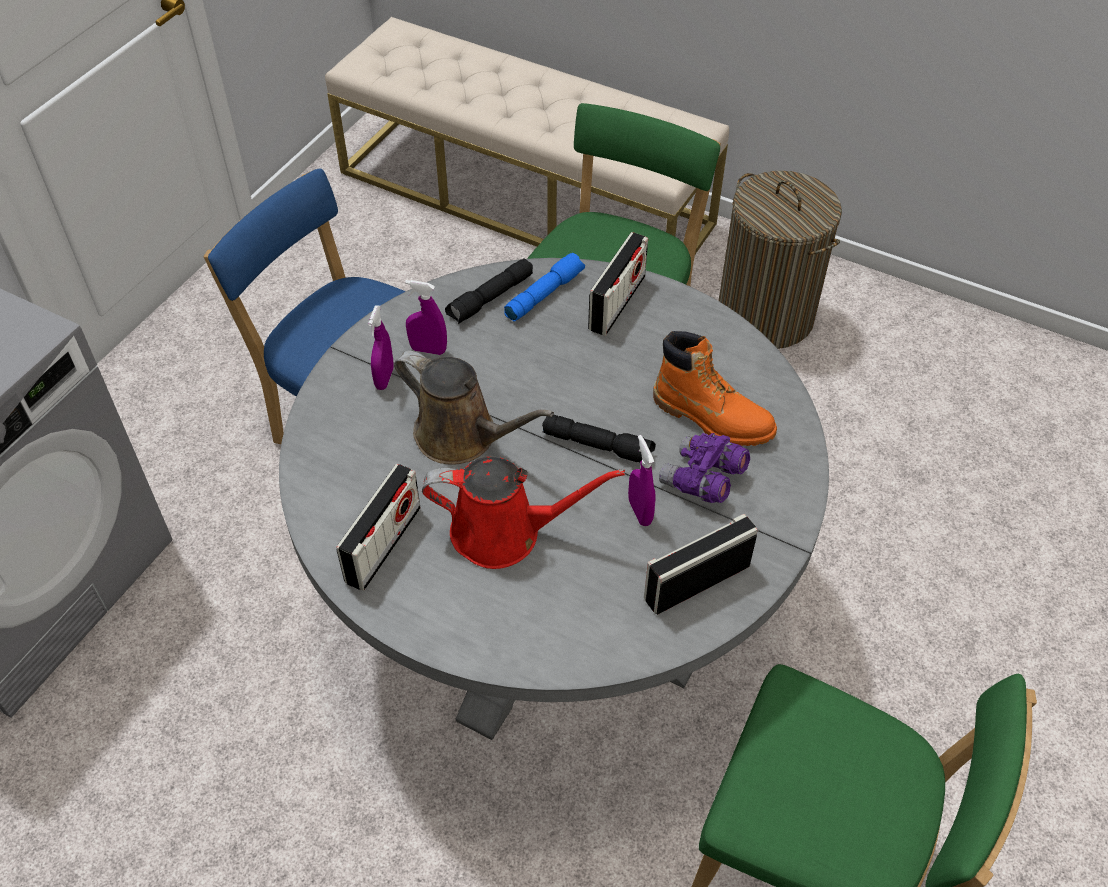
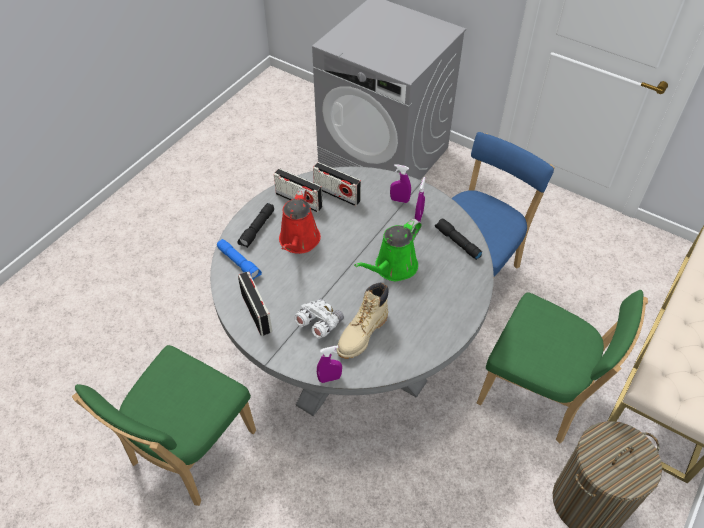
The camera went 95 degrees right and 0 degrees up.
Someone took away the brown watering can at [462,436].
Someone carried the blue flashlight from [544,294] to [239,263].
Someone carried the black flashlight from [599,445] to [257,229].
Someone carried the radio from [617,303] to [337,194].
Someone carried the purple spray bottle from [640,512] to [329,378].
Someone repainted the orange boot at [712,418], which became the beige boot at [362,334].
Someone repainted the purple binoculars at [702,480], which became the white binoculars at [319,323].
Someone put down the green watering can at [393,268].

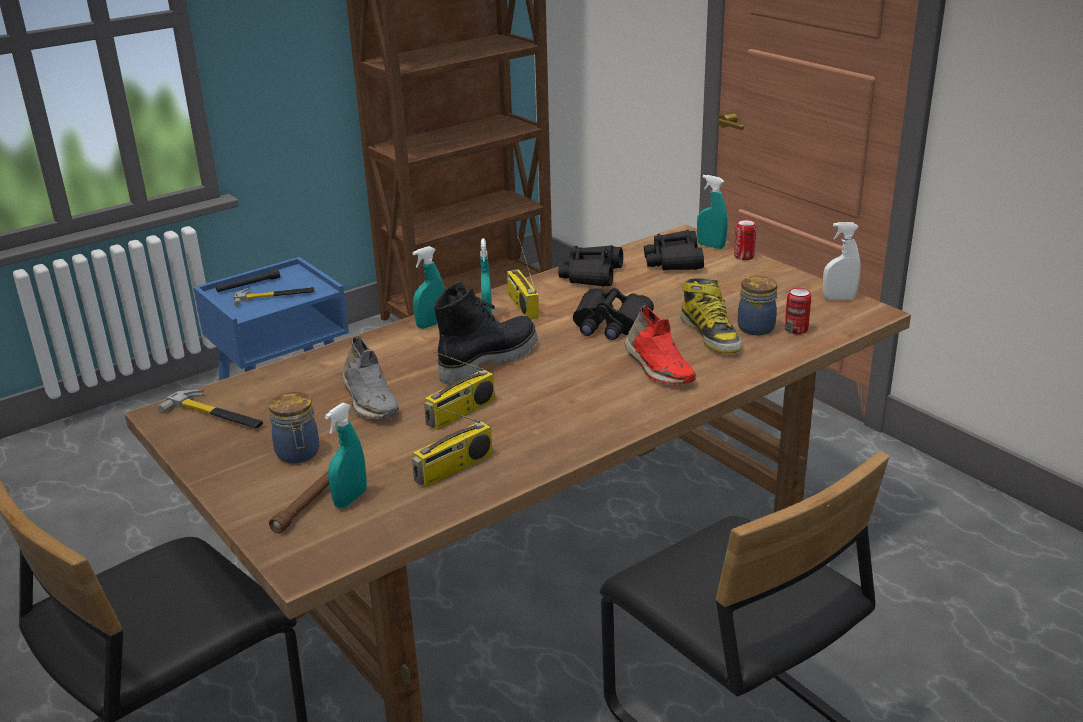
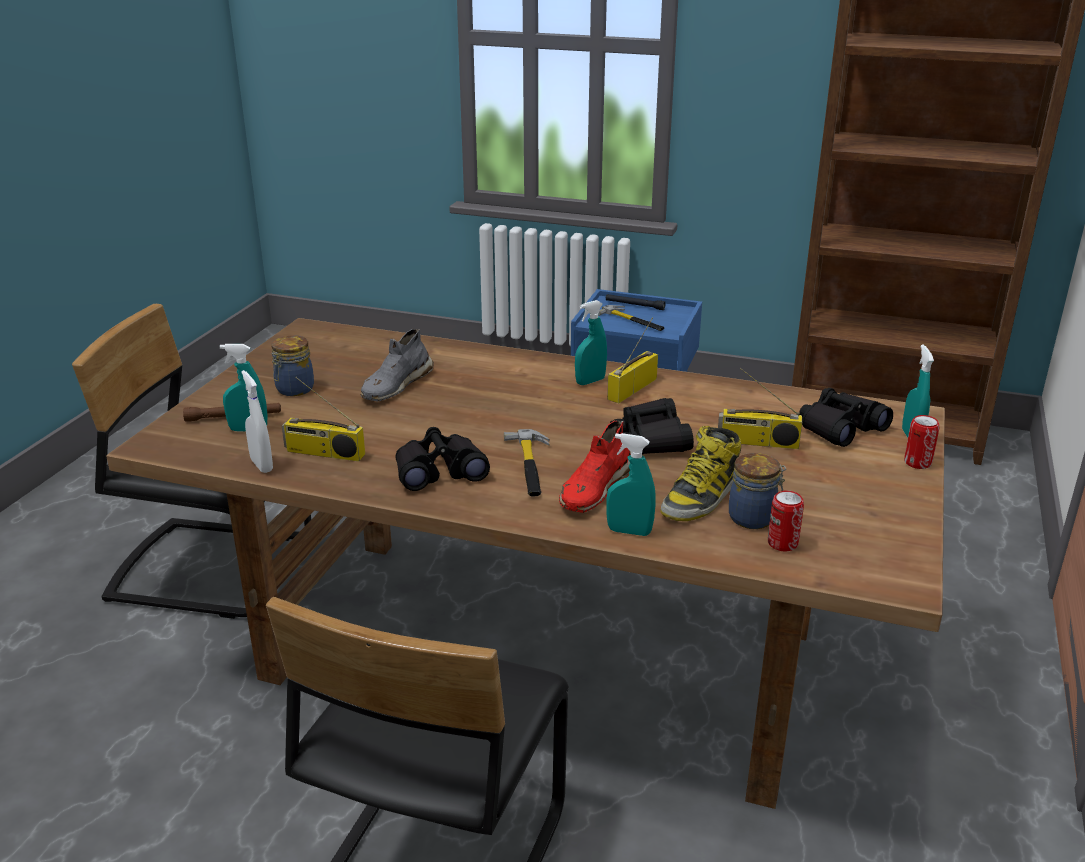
The camera went 55 degrees right and 0 degrees up.
Someone carried the hammer from [216,415] to [530,466].
Someone carried the turquoise spray bottle from [431,324] to [629,531].
Someone carried the radio from [461,413] to [757,442].
Someone took away the black boot at [487,360].
Someone carried the black binoculars from [591,275] to [439,472].
Someone carried the white spray bottle from [839,298] to [261,465].

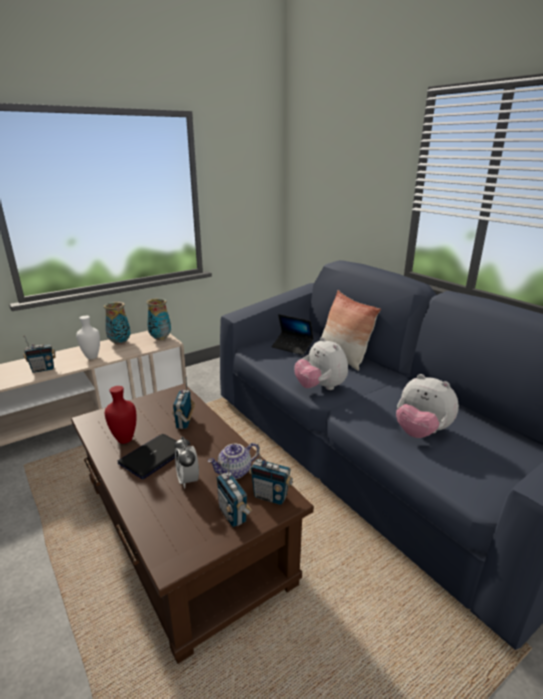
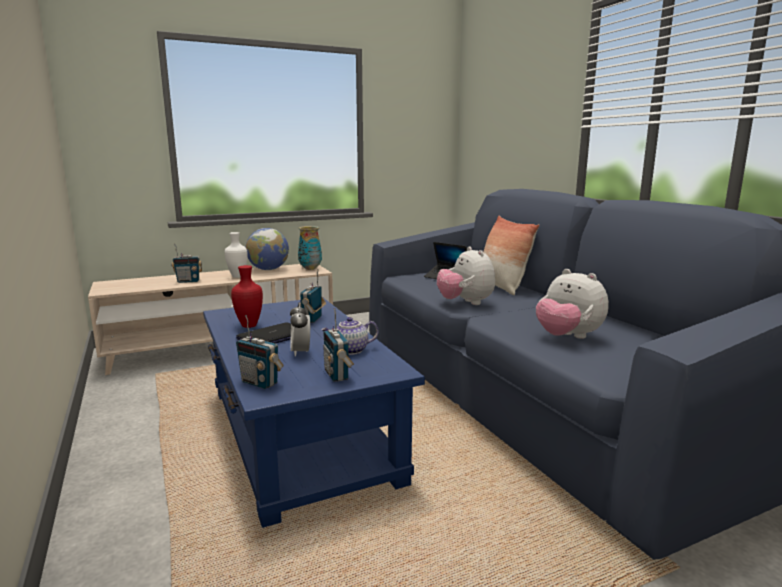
The camera went 10 degrees right and 10 degrees down.
Someone repainted the brown coffee table at [183,531], which became the blue coffee table at [299,434].
Someone swapped the vase at [120,343] for the globe at [268,269].
Someone carried the radio from [270,496] to [260,383].

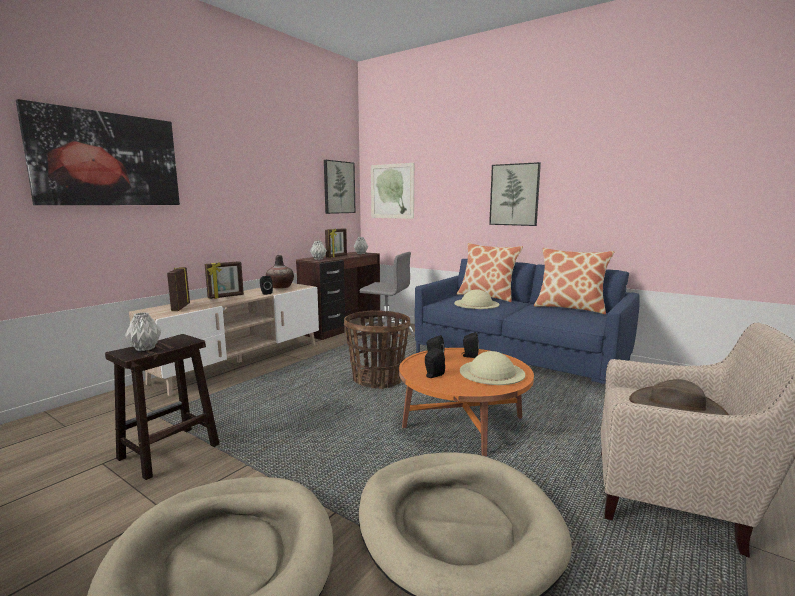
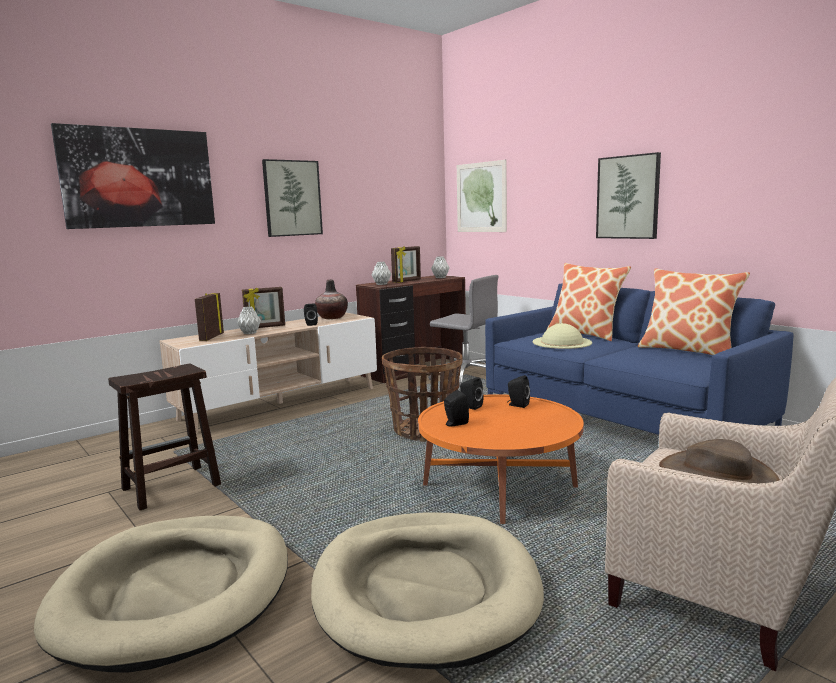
The camera went 15 degrees right and 0 degrees up.
Someone carried the grey vase from [146,348] to [250,333].
Someone carried the picture from [339,187] to [292,198].
Someone took away the beige hat at [491,372].

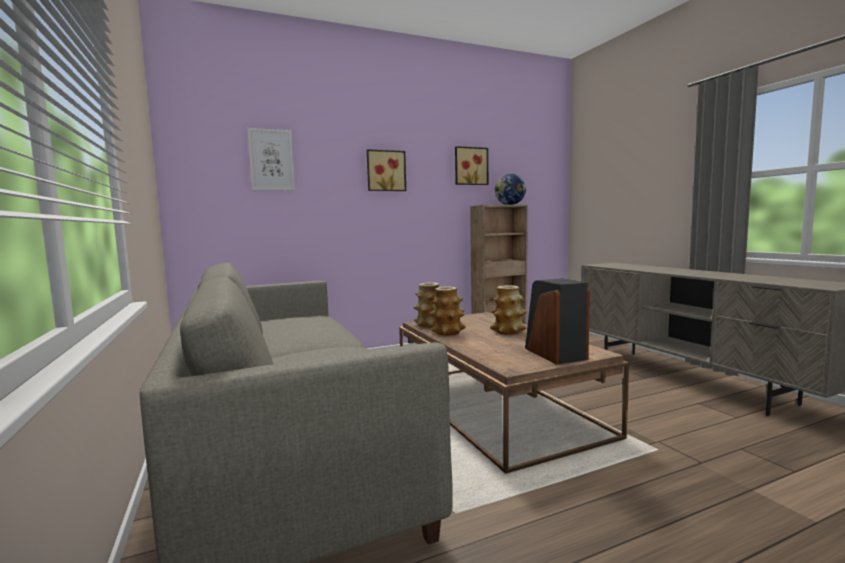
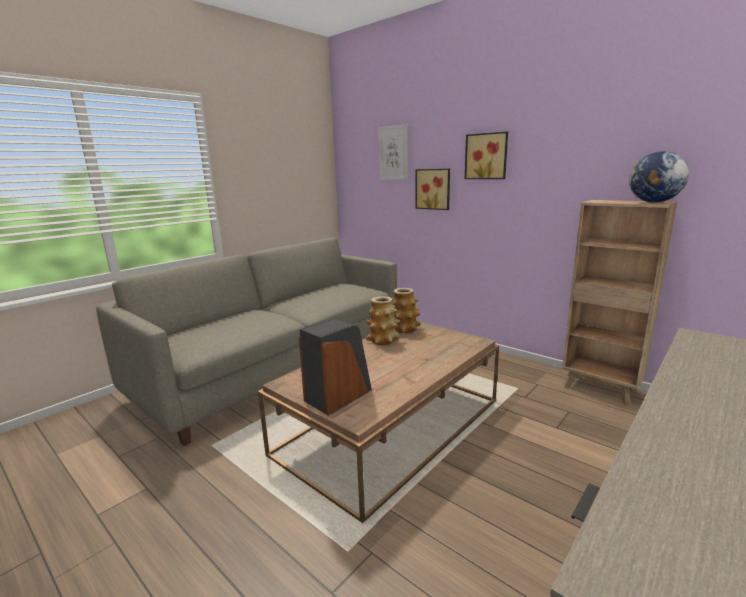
The camera went 65 degrees right and 10 degrees up.
Someone carried the picture from [470,166] to [433,189].
Someone took away the vase at [509,332].

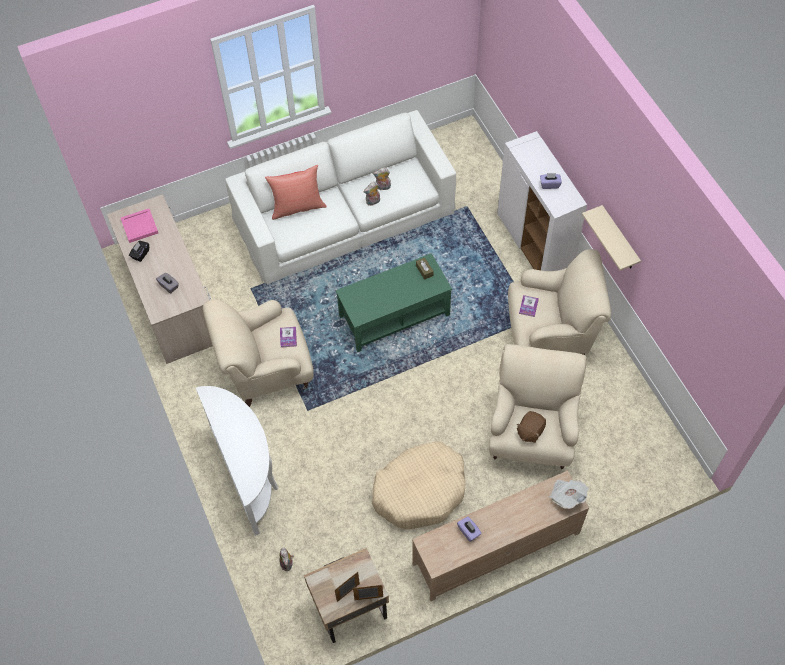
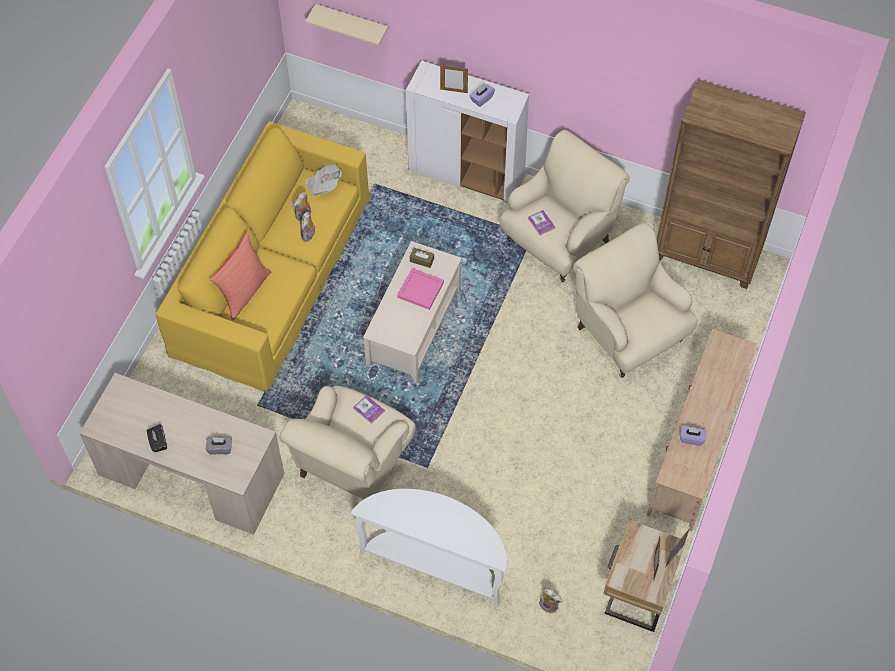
The camera went 45 degrees left and 0 degrees up.
Someone carried the pink tray from [140,226] to [420,289].
Someone repainted the white sofa at [344,214], which became the yellow sofa at [271,273].
Someone repainted the green coffee table at [394,315], which became the beige coffee table at [414,326].
Someone took away the beige dog bed at [420,490].
Someone took away the brown plush toy at [530,431].
Someone carried the newspaper from [567,496] to [323,186].
Someone carried the beige shelf from [619,240] to [352,24].
Someone put down the picture frame at [454,91].
Someone put down the brown bookcase at [707,256].

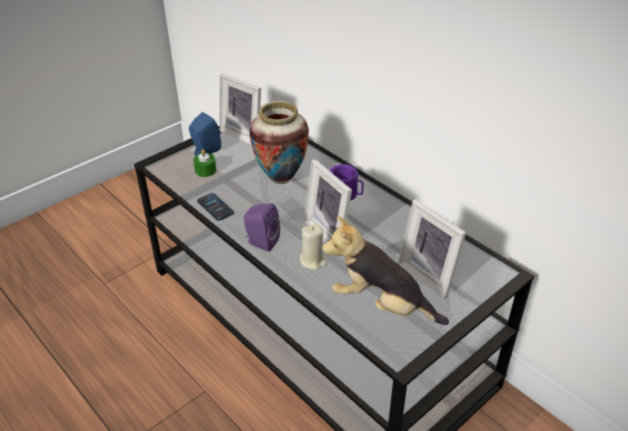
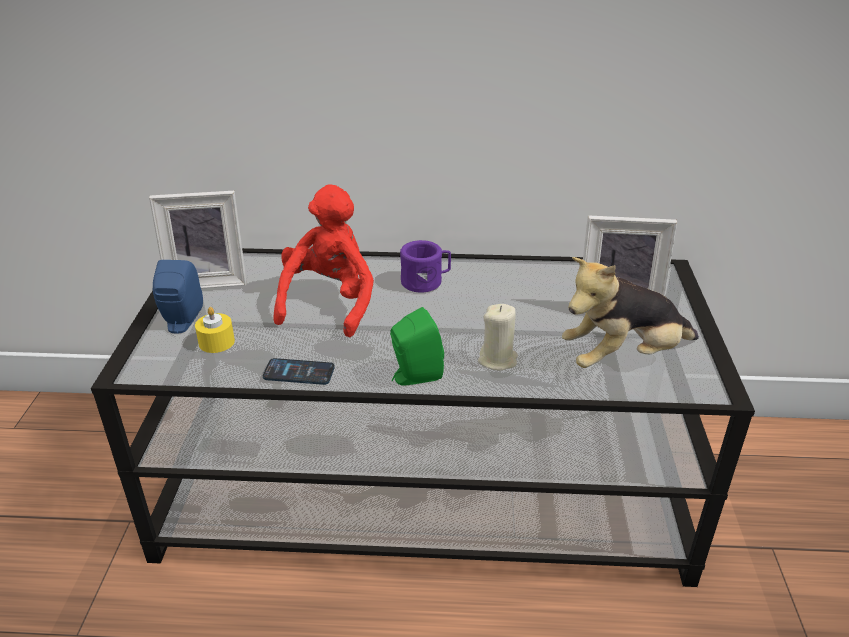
The camera went 45 degrees left and 5 degrees down.
Someone repainted the green candle at [205,170], which became the yellow candle at [216,342].
Someone repainted the purple speaker at [261,242], which became the green speaker at [414,376].
Someone swapped the vase at [281,179] for the red plush toy at [329,302].
Someone took away the picture frame at [331,232].

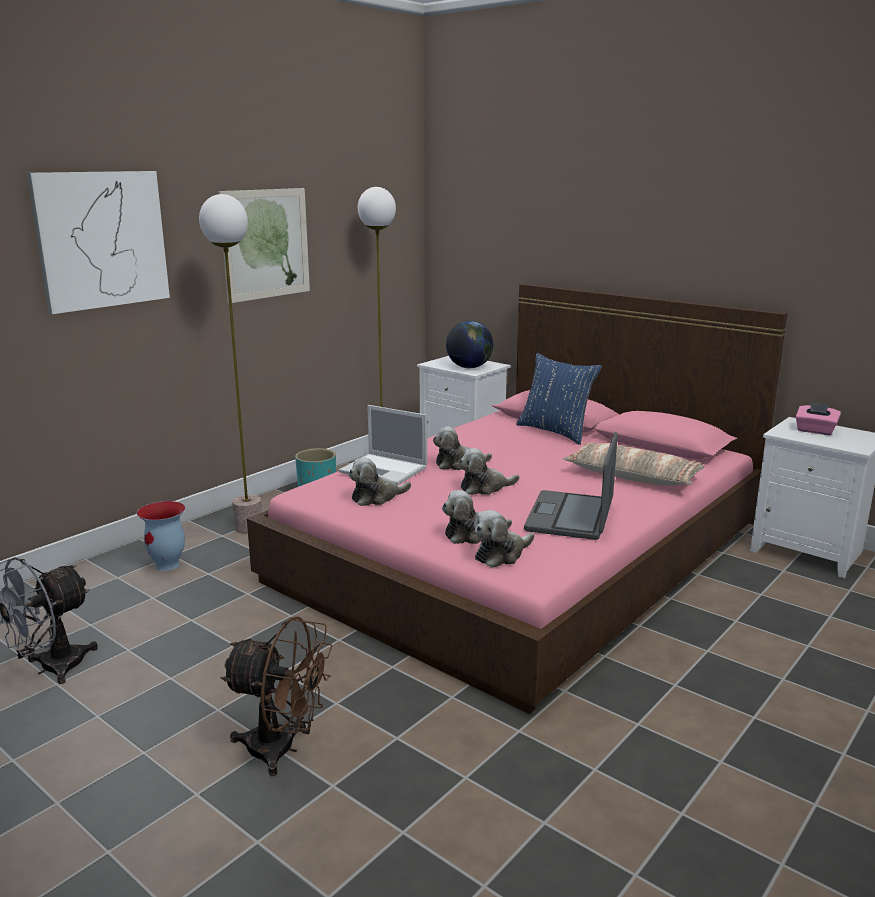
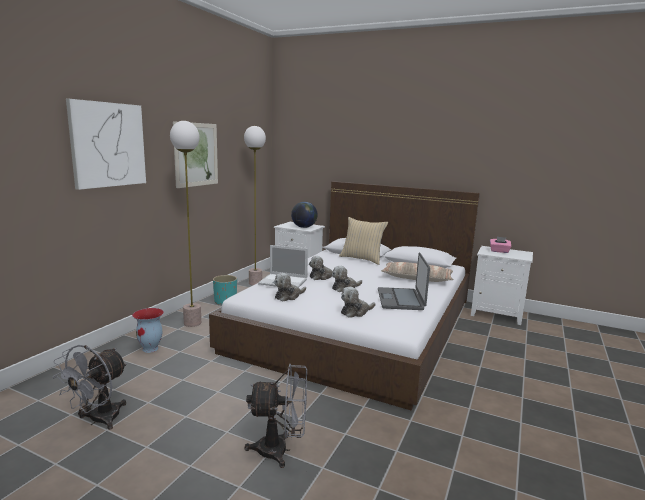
The camera went 15 degrees left and 5 degrees down.
Someone repainted the brown fan at [283,749], which became the grey fan at [280,450].
Someone repainted the pink bed at [525,550], which became the white bed at [359,323].
Someone took away the plush toy at [501,555].
Someone repainted the blue pillow at [555,432], which became the beige pillow at [362,259].

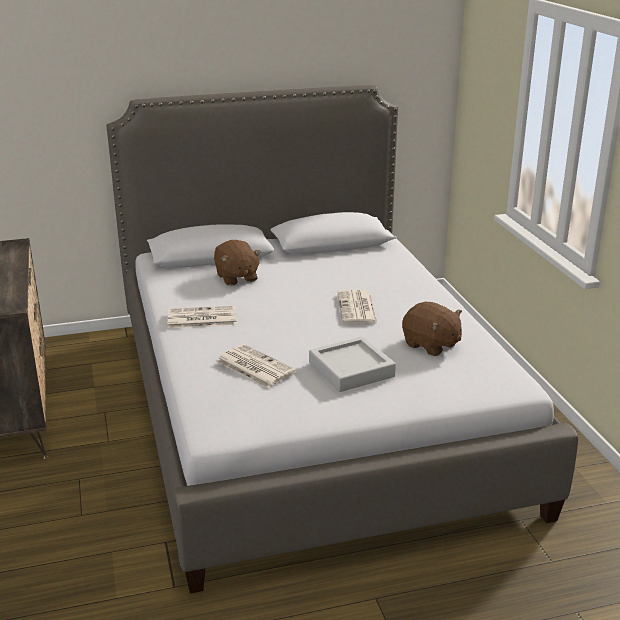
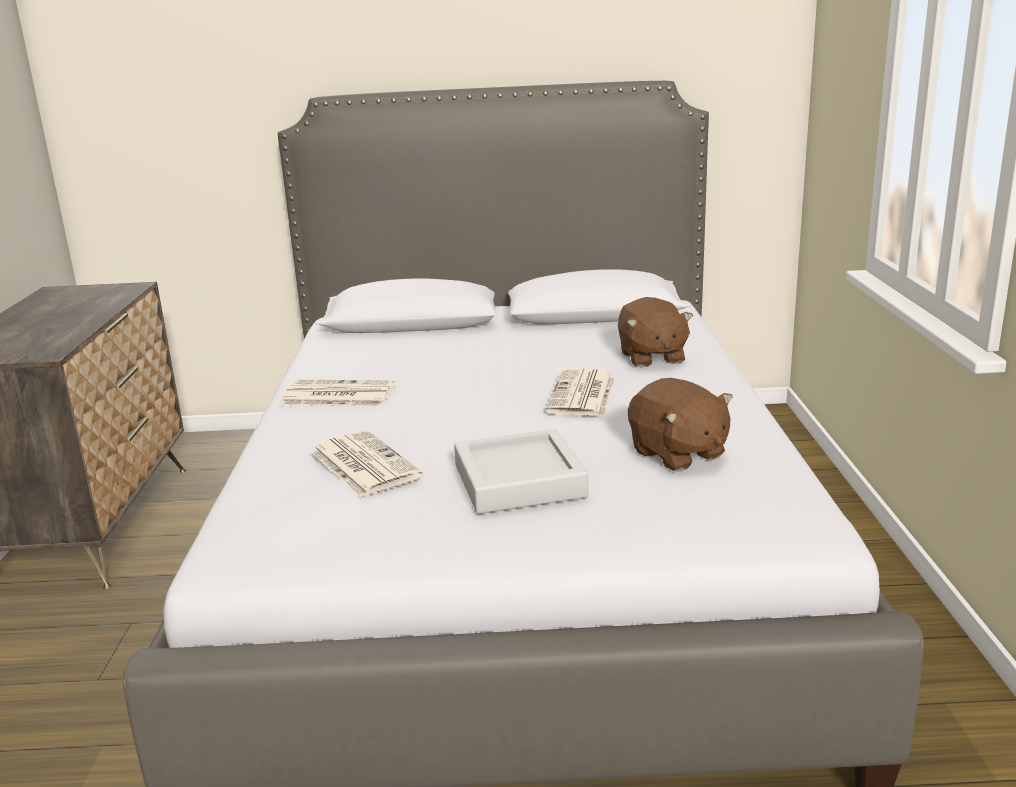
The camera went 15 degrees right and 5 degrees down.
Someone carried the brown plush toy from [236,278] to [651,357].

